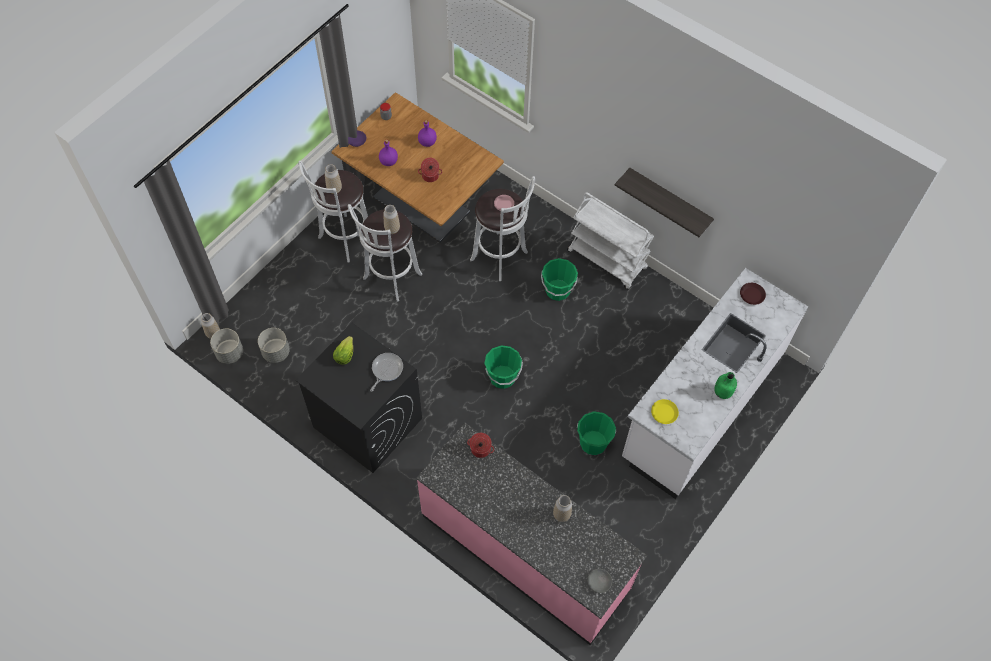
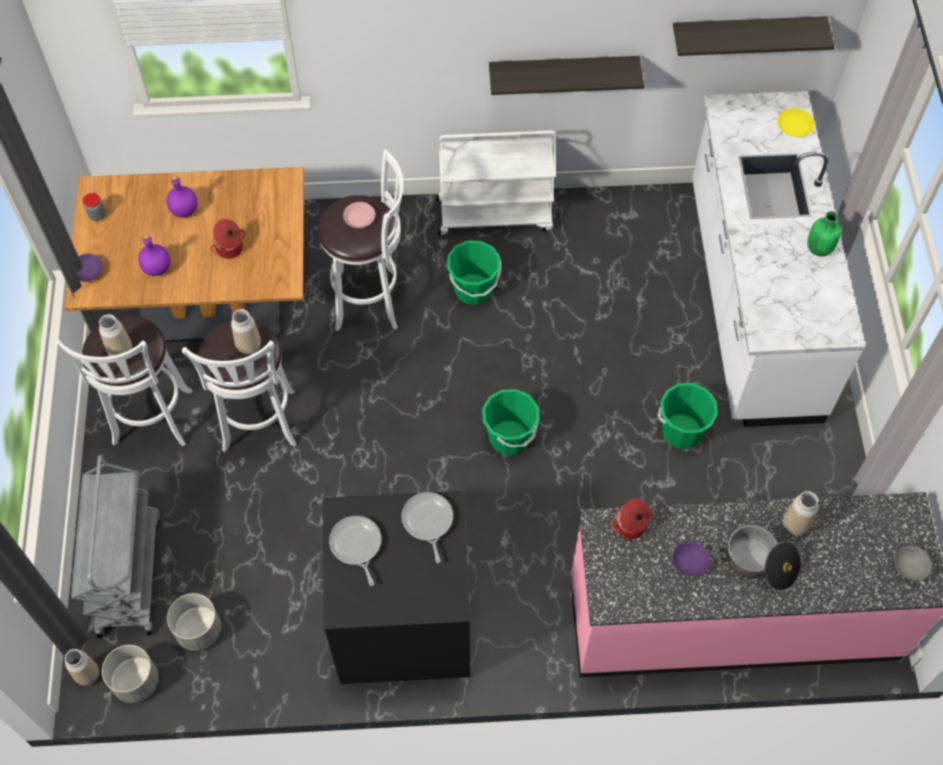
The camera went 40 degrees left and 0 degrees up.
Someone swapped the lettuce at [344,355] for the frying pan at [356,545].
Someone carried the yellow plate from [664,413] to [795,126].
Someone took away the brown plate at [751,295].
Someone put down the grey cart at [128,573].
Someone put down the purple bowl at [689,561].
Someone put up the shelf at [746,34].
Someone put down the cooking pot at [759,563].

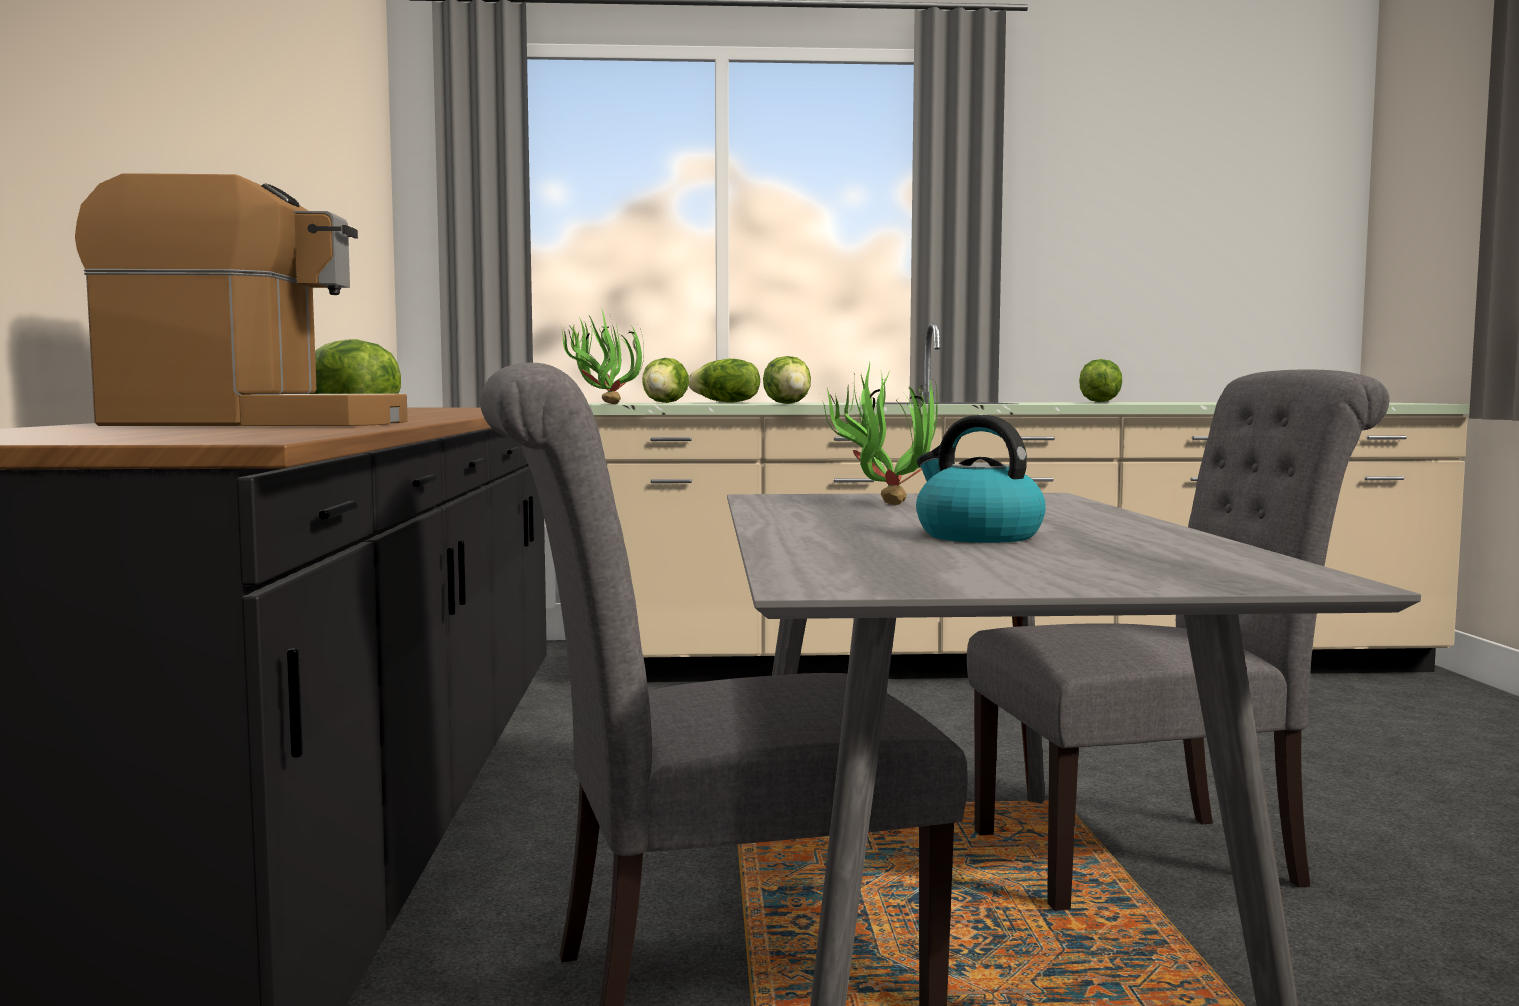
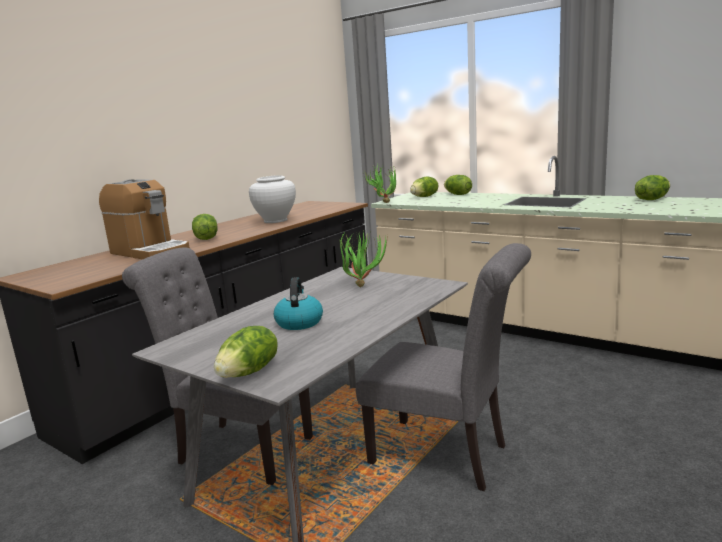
The camera went 40 degrees right and 10 degrees up.
Someone carried the lettuce from [789,403] to [250,372].
Someone put down the white vase at [275,220].

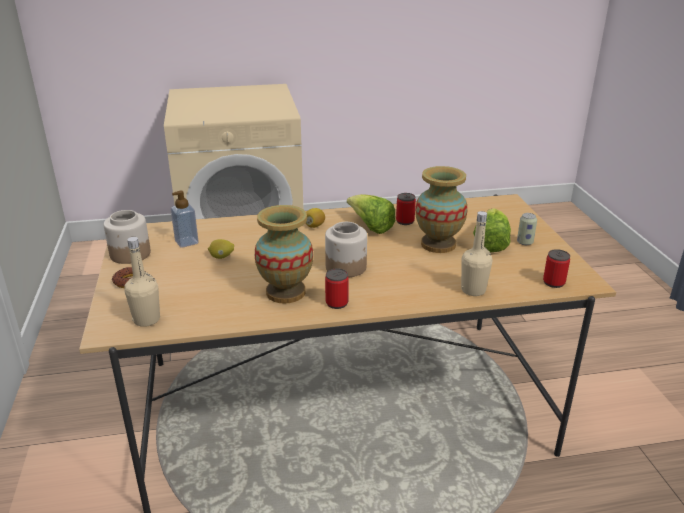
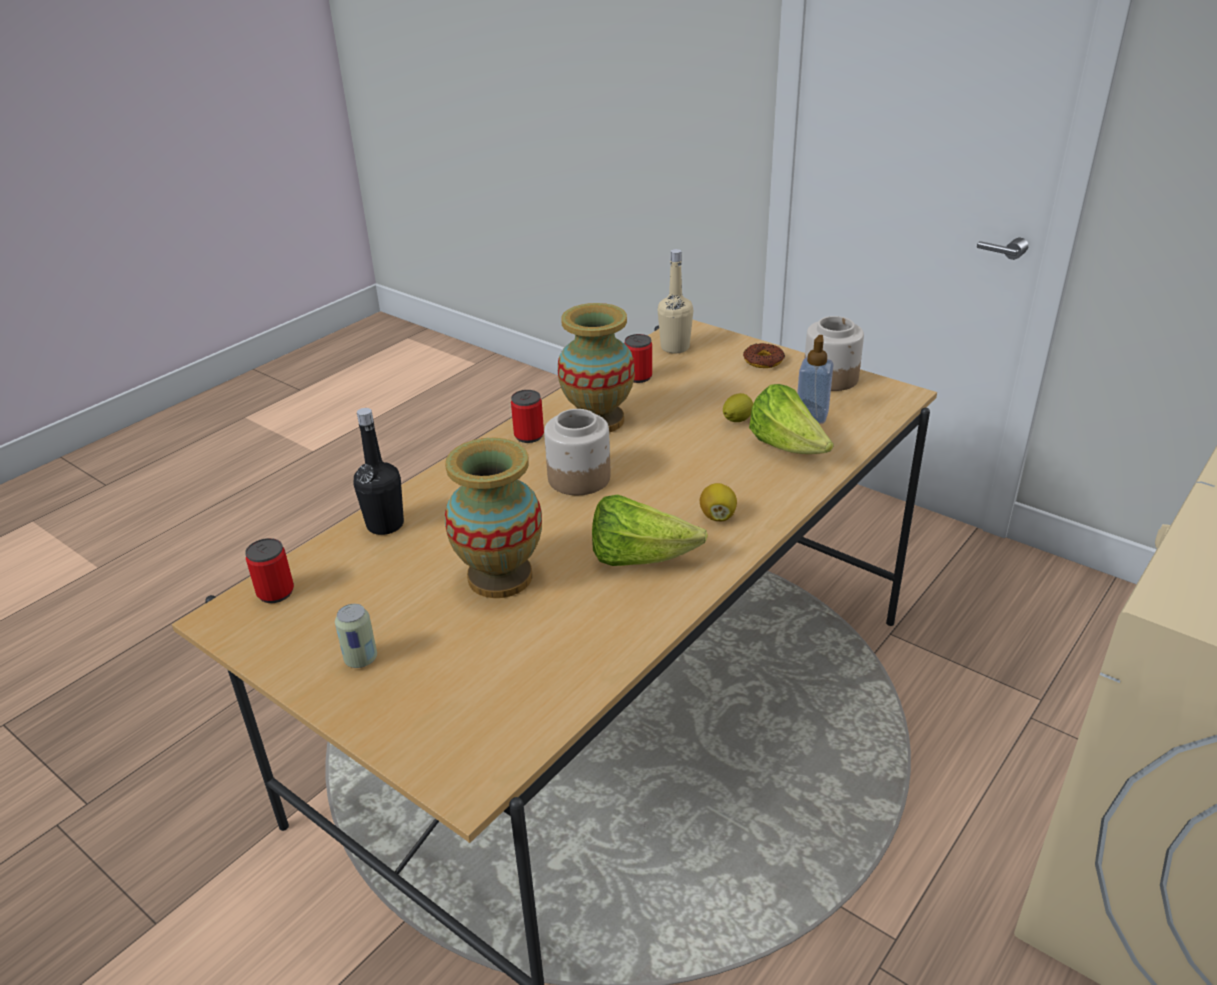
The camera went 140 degrees right and 5 degrees up.
Someone carried the can from [405,221] to [638,377].
Someone repainted the beige bottle at [473,290], which became the black bottle at [385,525].
Someone carried the lettuce from [490,243] to [787,447].

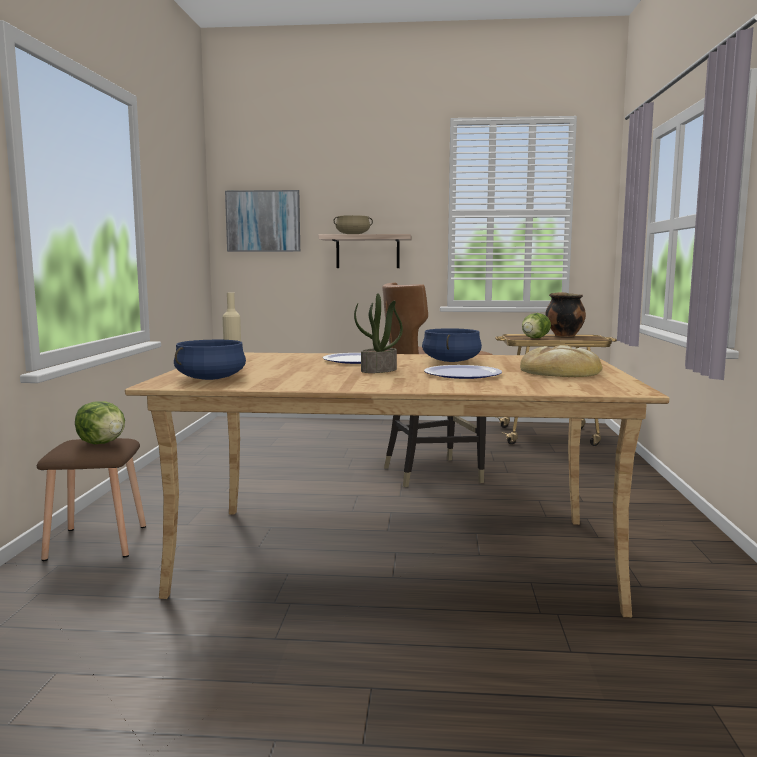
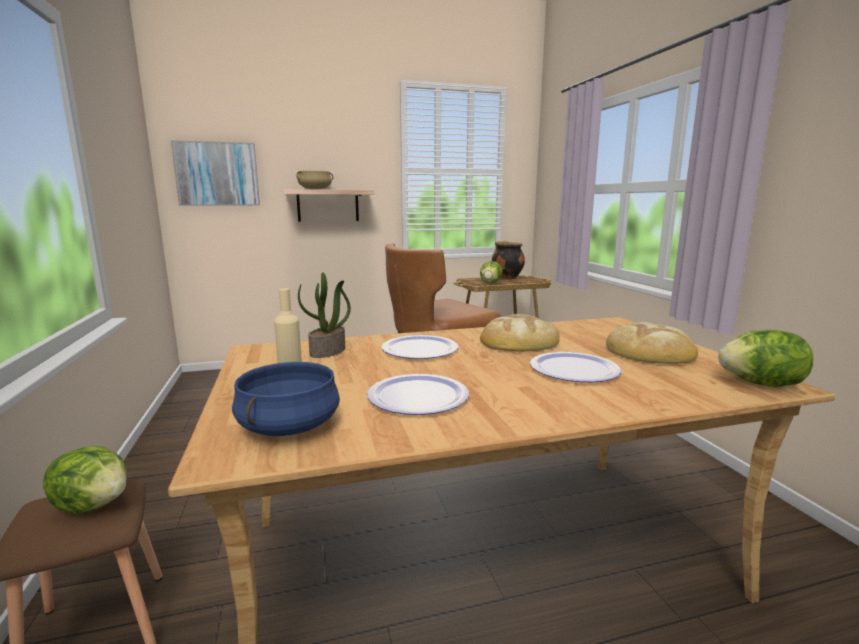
The camera went 20 degrees left and 5 degrees up.
Someone carried the potted plant from [379,370] to [328,352].
Someone swapped the blue cooking pot at [452,361] for the bread at [519,341].
Someone put down the plate at [417,396].
Someone put down the lettuce at [761,384].

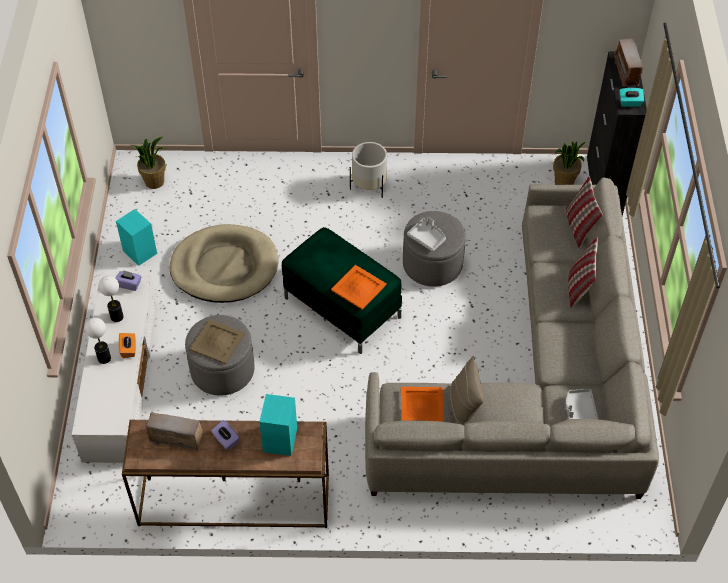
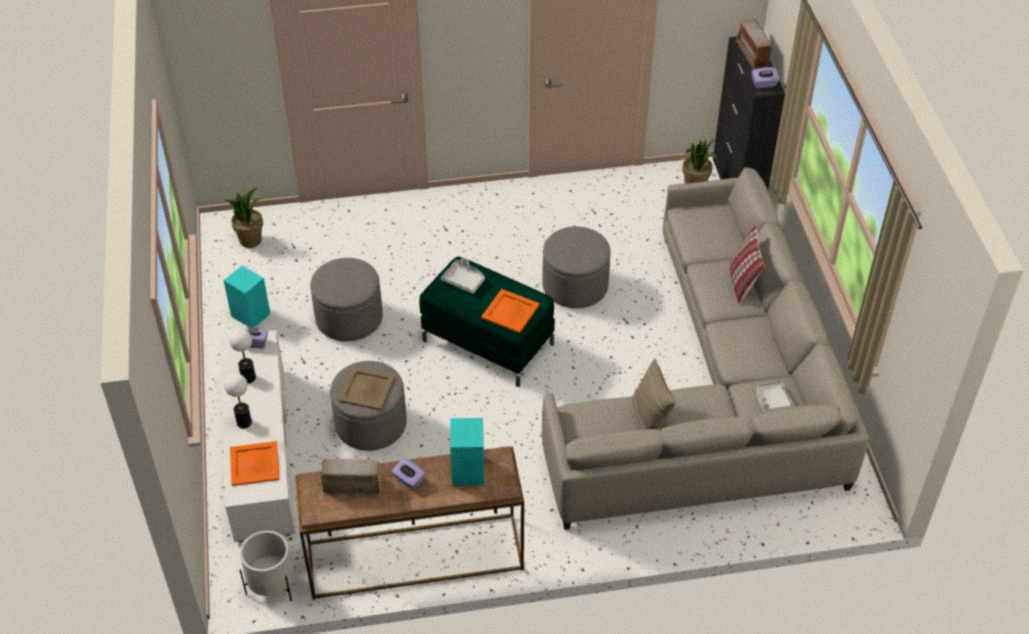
The camera went 10 degrees left and 5 degrees down.
Someone took away the orange tissue box at [129,349].
Someone swapped the beige dog bed at [224,267] for the grey ottoman at [349,318].
Someone carried the white planter from [369,186] to [272,586].
Someone carried the orange tray from [421,405] to [254,463].
Someone carried the grey tray from [427,238] to [464,280].
Someone took away the pillow at [579,227].
Someone repainted the turquoise tissue box at [630,103], which became the purple tissue box at [764,84].

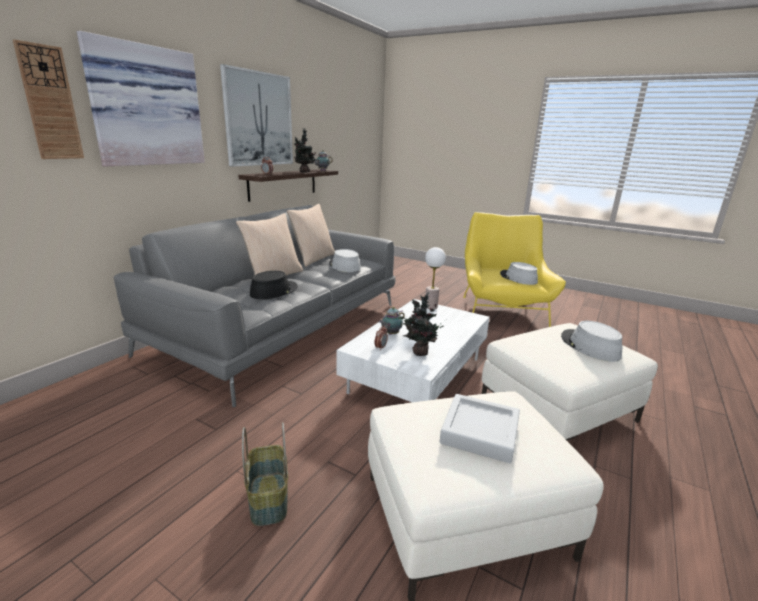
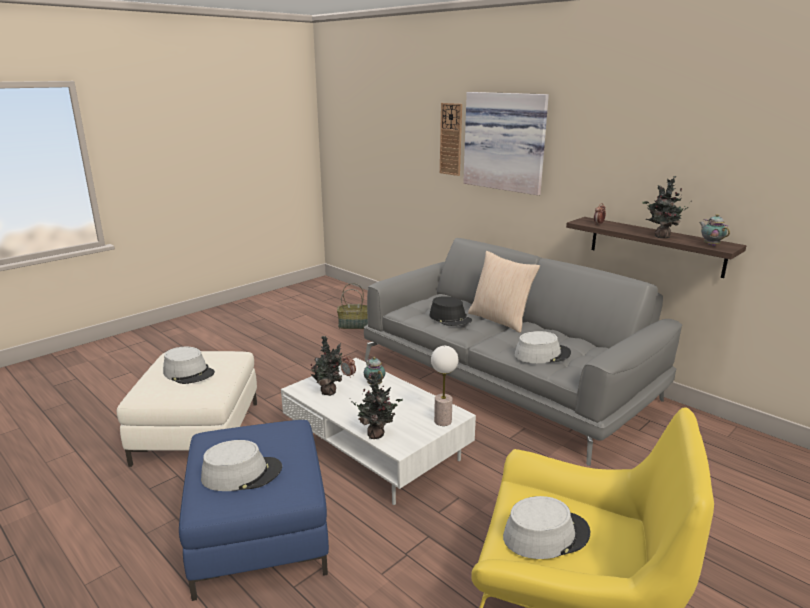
The camera went 105 degrees right and 0 degrees up.
Someone took away the picture at [259,119].
Someone carried the basket from [267,498] to [354,325].
Someone took away the beige pillow at [313,259].
Someone swapped the grey tray at [479,432] for the grey hat at [189,373].
Someone repainted the white ottoman at [557,410], which became the blue ottoman at [259,532].
Someone put down the potted plant at [377,434].

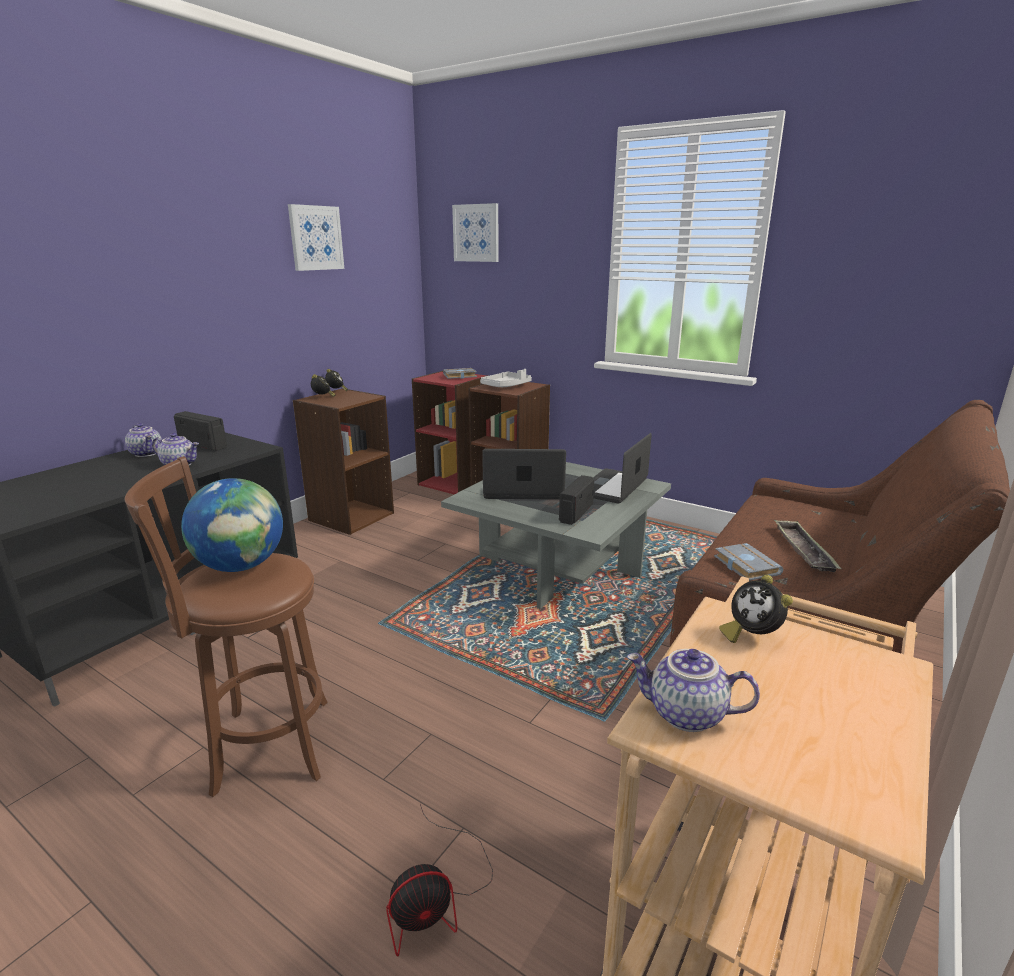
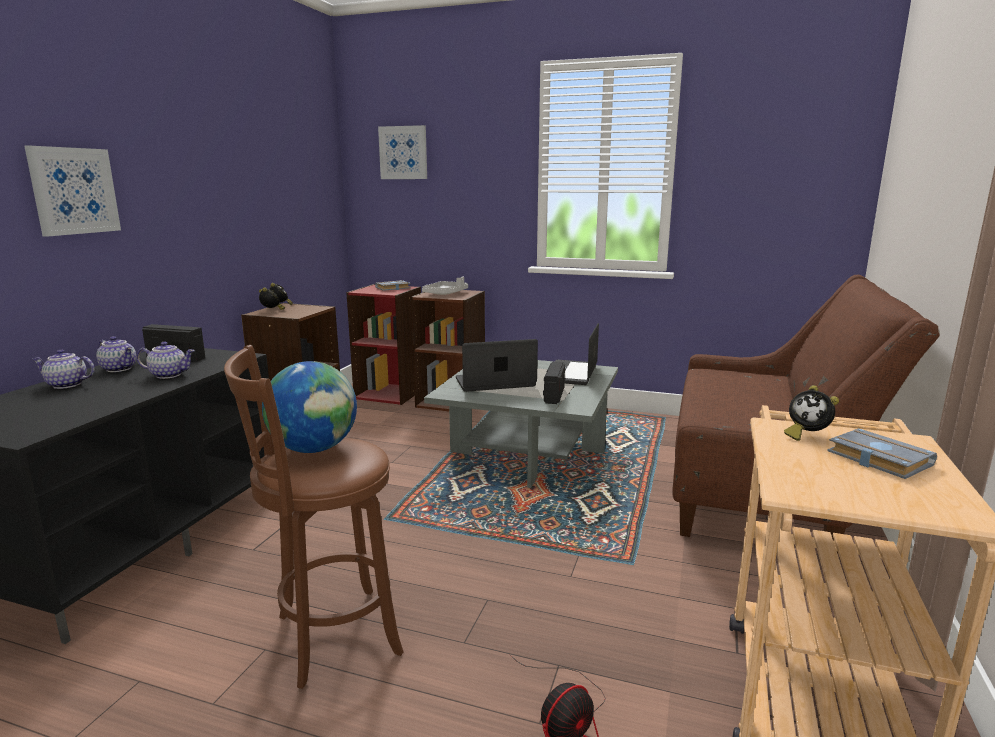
The camera went 15 degrees left and 5 degrees down.
Someone carried the picture from [316,238] to [74,191].
Someone carried the teapot from [685,715] to [66,385].
Someone carried the grey book from [744,565] to [876,459].
Someone took away the tray at [803,550].

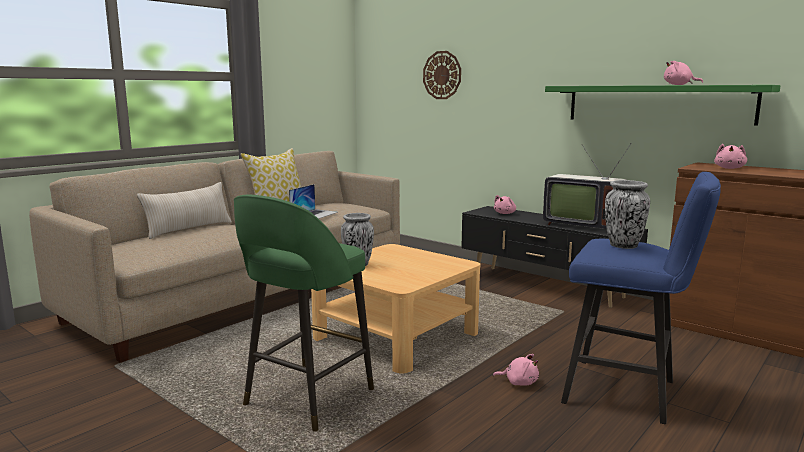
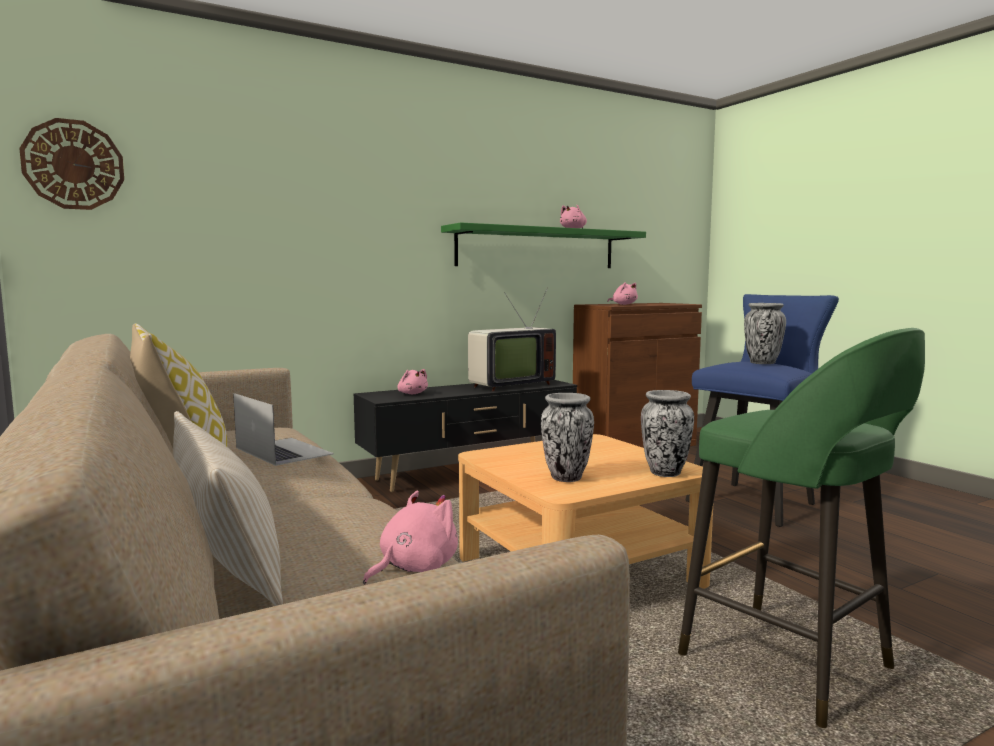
The camera went 70 degrees left and 5 degrees down.
Someone carried the wall clock from [442,75] to [73,165].
Someone carried the pink plush toy from [519,382] to [414,568].
Someone put down the vase at [665,472].

